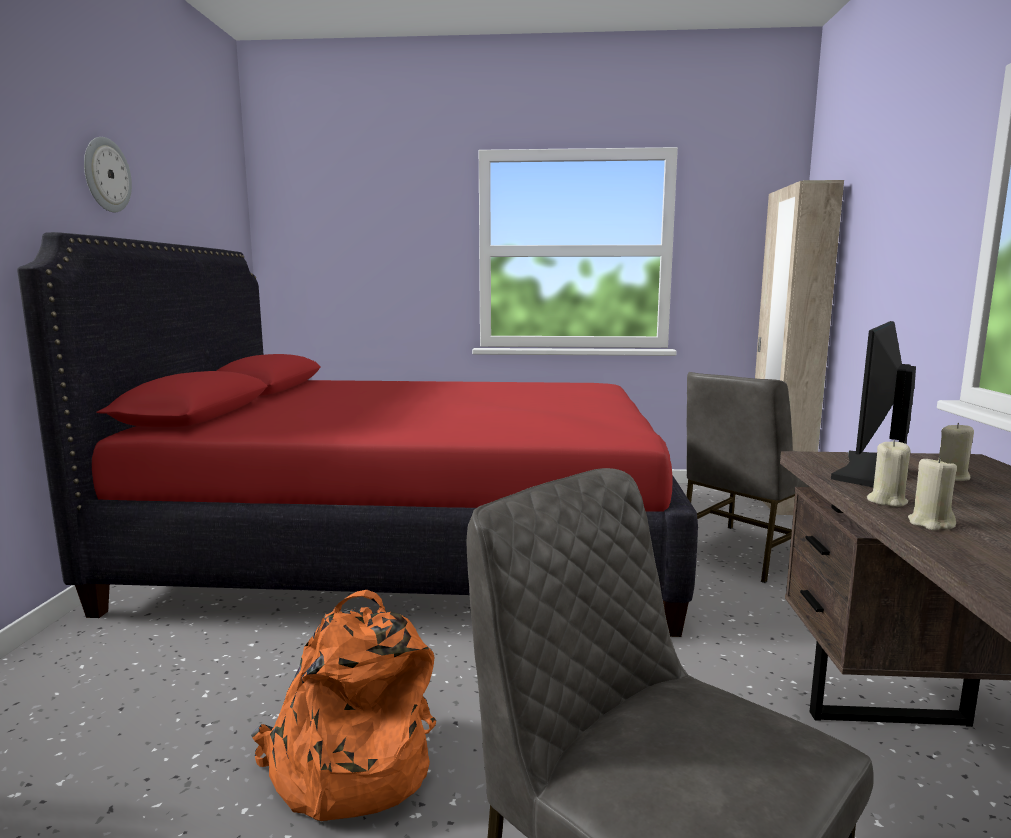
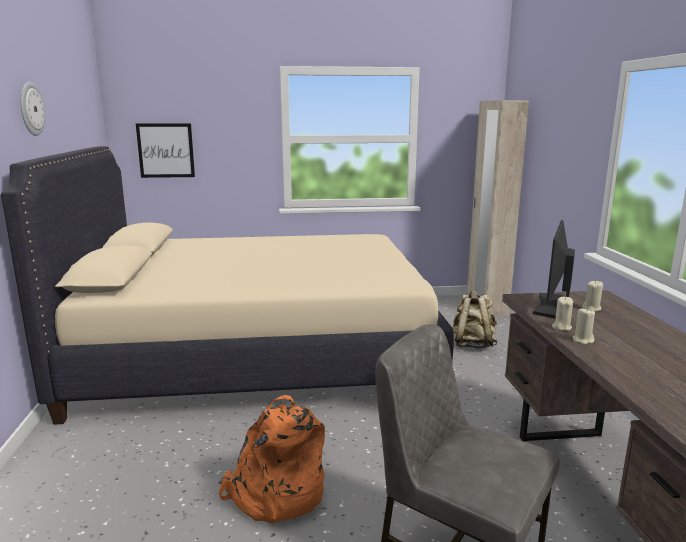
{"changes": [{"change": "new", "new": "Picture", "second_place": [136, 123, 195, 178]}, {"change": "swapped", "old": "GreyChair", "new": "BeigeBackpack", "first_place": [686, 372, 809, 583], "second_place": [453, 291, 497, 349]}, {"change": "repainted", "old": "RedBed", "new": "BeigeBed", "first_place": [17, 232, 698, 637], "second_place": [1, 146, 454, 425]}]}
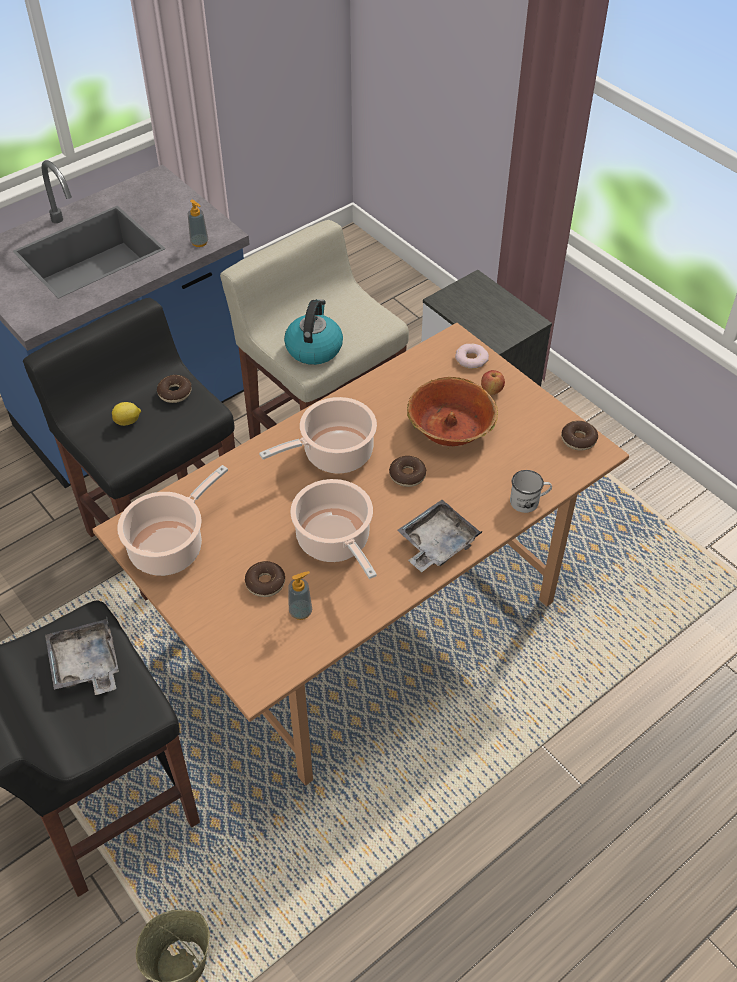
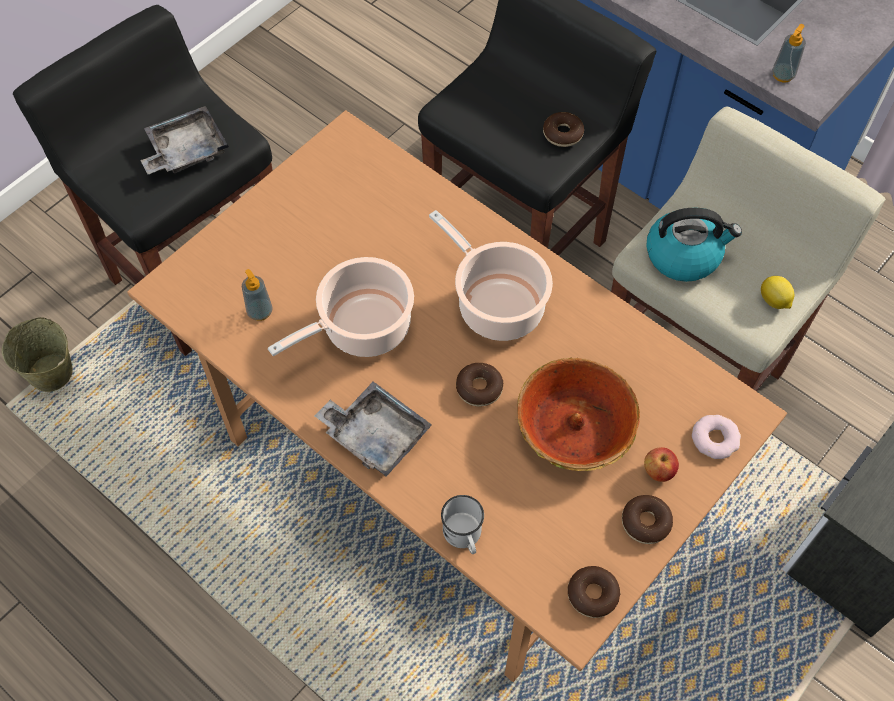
{"changes": [{"change": "gone", "old": "CookingPot", "first_place": [117, 465, 228, 576]}, {"change": "shifted", "old": "Lemon", "first_place": [112, 402, 141, 426], "second_place": [761, 276, 794, 309]}, {"change": "shifted", "old": "Donut", "first_place": [245, 561, 285, 597], "second_place": [622, 495, 673, 544]}]}
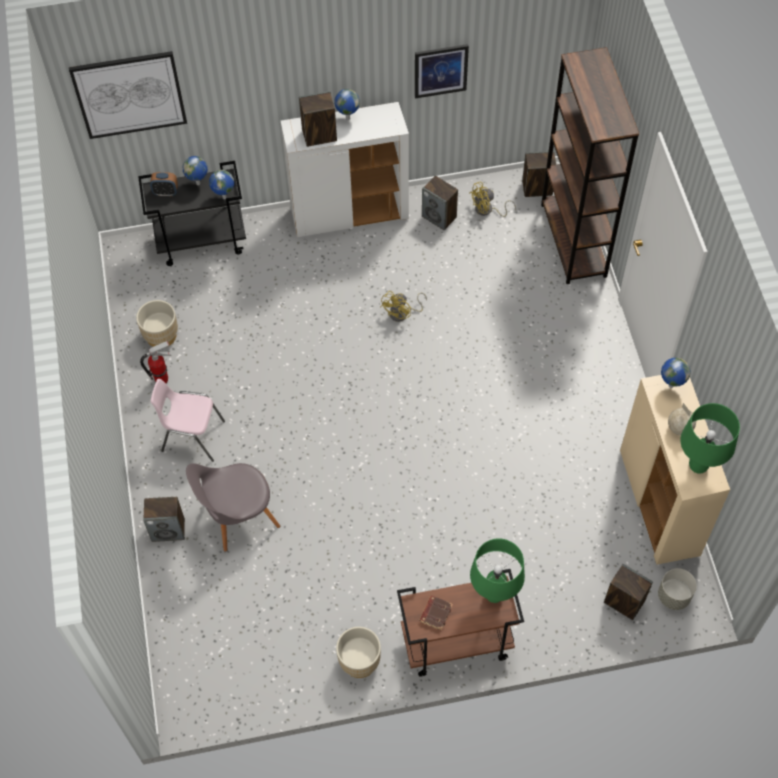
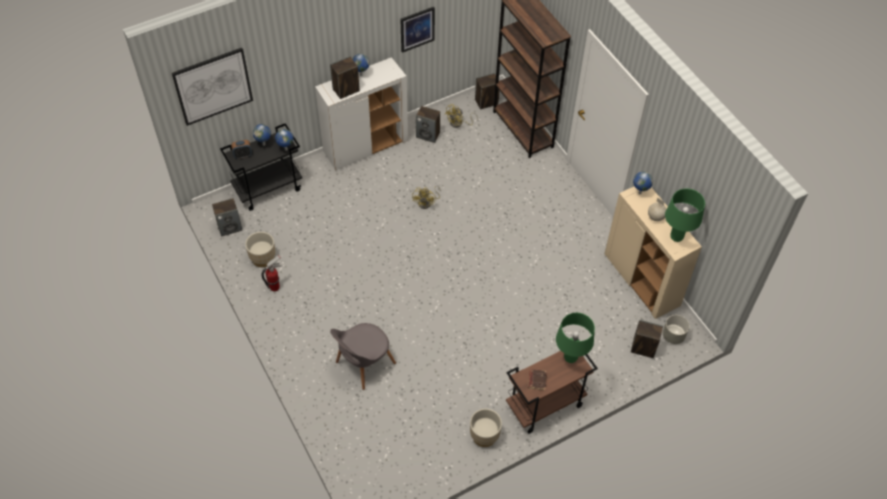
{"changes": [{"change": "gone", "old": "PinkChair", "first_place": [151, 379, 225, 462]}, {"change": "shifted", "old": "Speaker", "first_place": [143, 497, 185, 542], "second_place": [212, 198, 242, 237]}]}
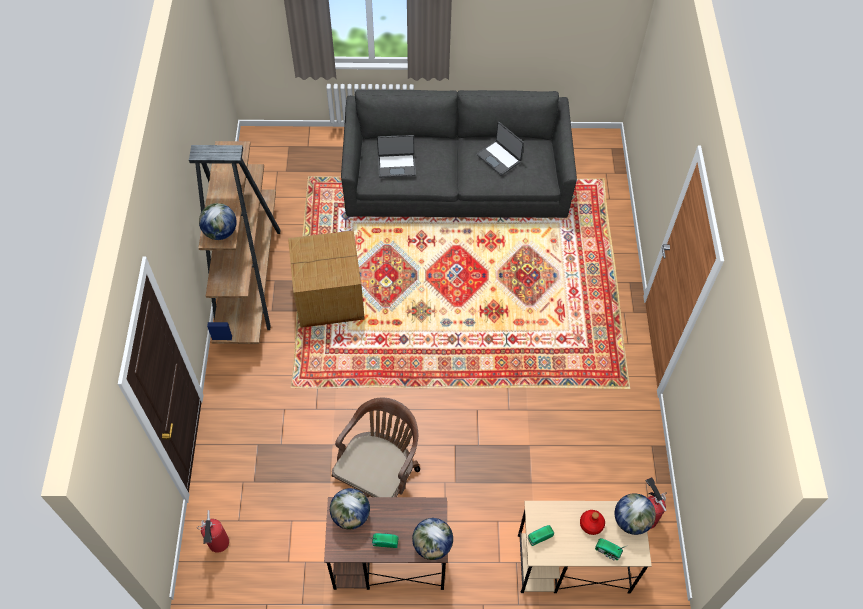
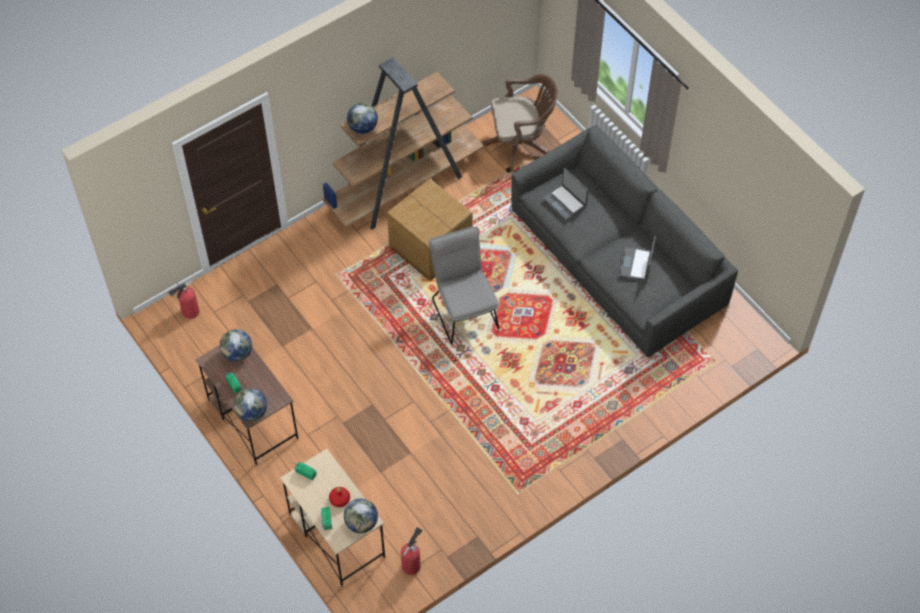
{"changes": [{"change": "new", "new": "GreyChair", "second_place": [429, 227, 499, 344]}, {"change": "shifted", "old": "BrownOfficeChair", "first_place": [332, 398, 420, 497], "second_place": [481, 74, 558, 172]}]}
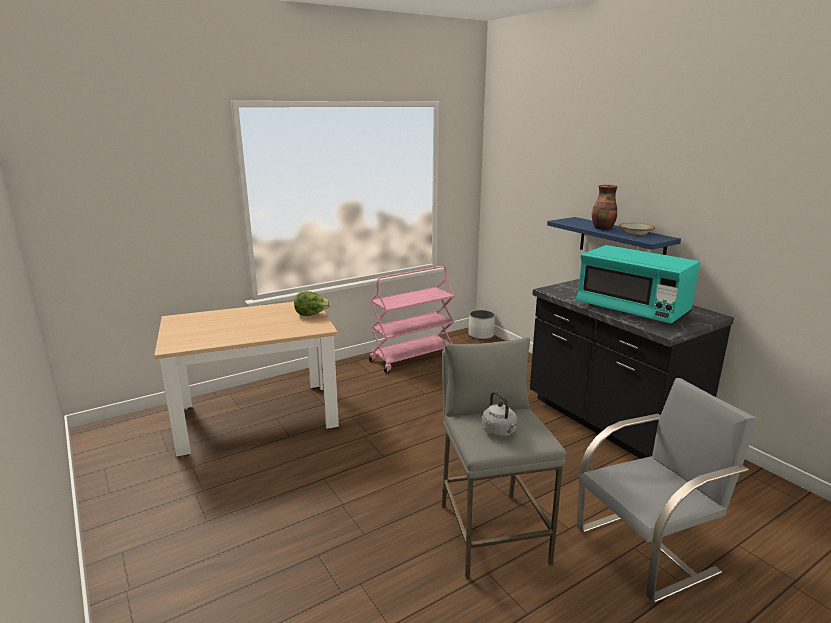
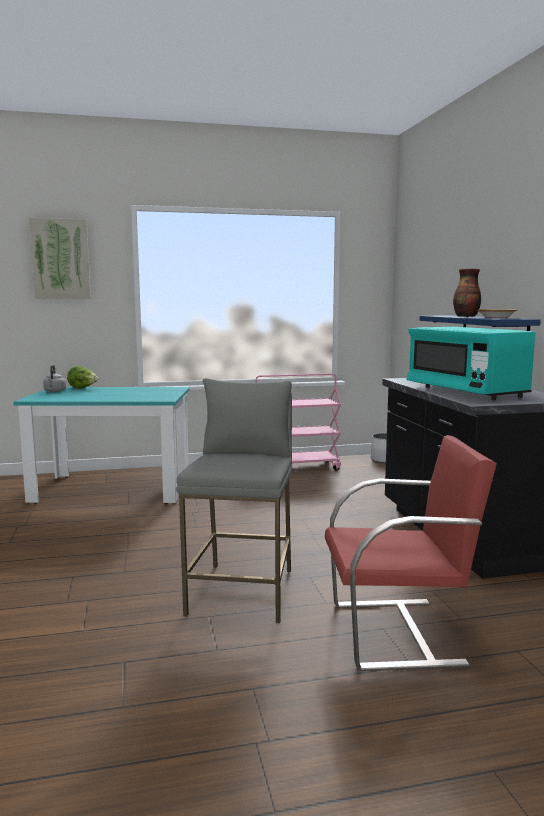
{"changes": [{"change": "new", "new": "Picture", "second_place": [29, 218, 91, 299]}, {"change": "shifted", "old": "Lettuce", "first_place": [294, 291, 331, 316], "second_place": [67, 366, 99, 388]}, {"change": "shifted", "old": "GreyKettle", "first_place": [482, 391, 517, 437], "second_place": [43, 365, 66, 392]}, {"change": "repainted", "old": "BeigeDiningTable", "new": "TurquoiseDiningTable", "first_place": [154, 302, 339, 457], "second_place": [14, 387, 190, 504]}, {"change": "repainted", "old": "GreyChair", "new": "RedChair", "first_place": [577, 378, 758, 603], "second_place": [325, 435, 497, 671]}]}
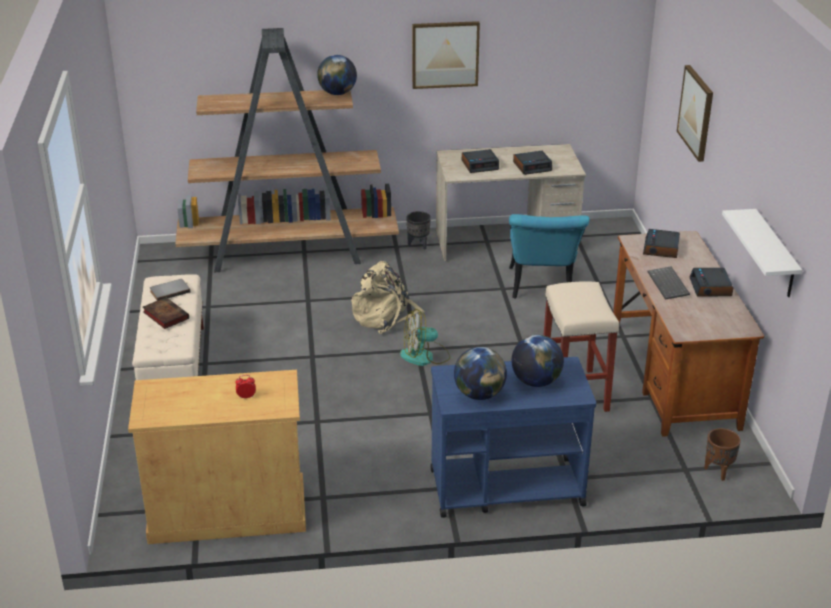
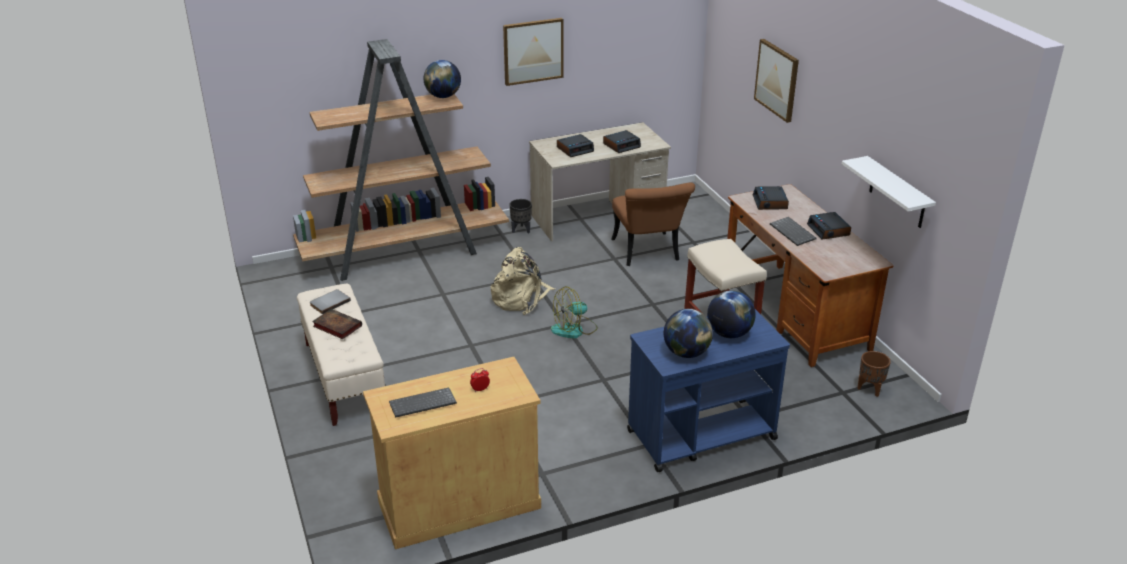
{"changes": [{"change": "new", "new": "Keyboard", "second_place": [389, 388, 457, 418]}, {"change": "repainted", "old": "TurquoiseChair", "new": "BrownChair", "first_place": [509, 214, 590, 299], "second_place": [611, 182, 695, 266]}]}
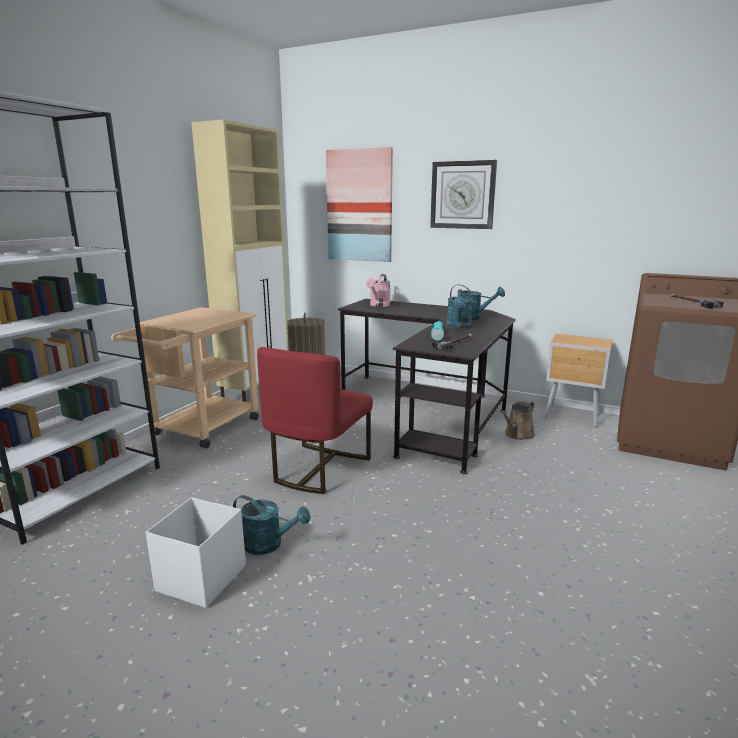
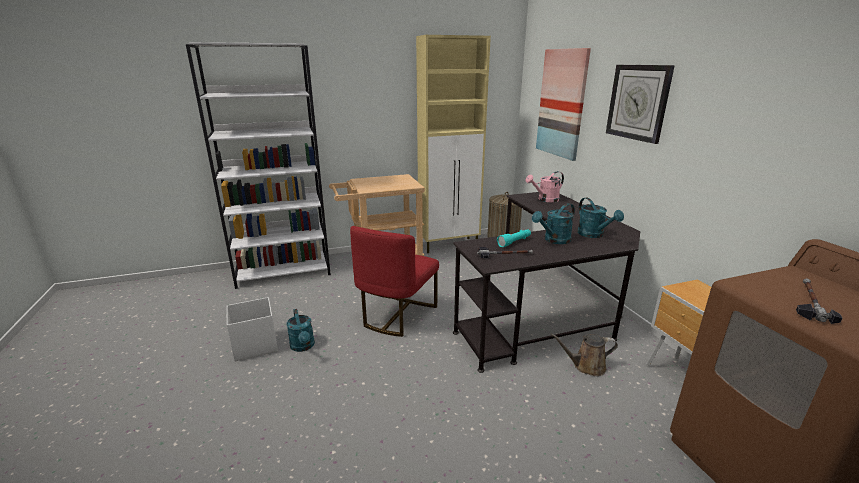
{"changes": [{"change": "rotated", "old": "RedChair", "first_place": [257, 347, 373, 494], "second_place": [350, 226, 439, 337], "degrees": -45}]}
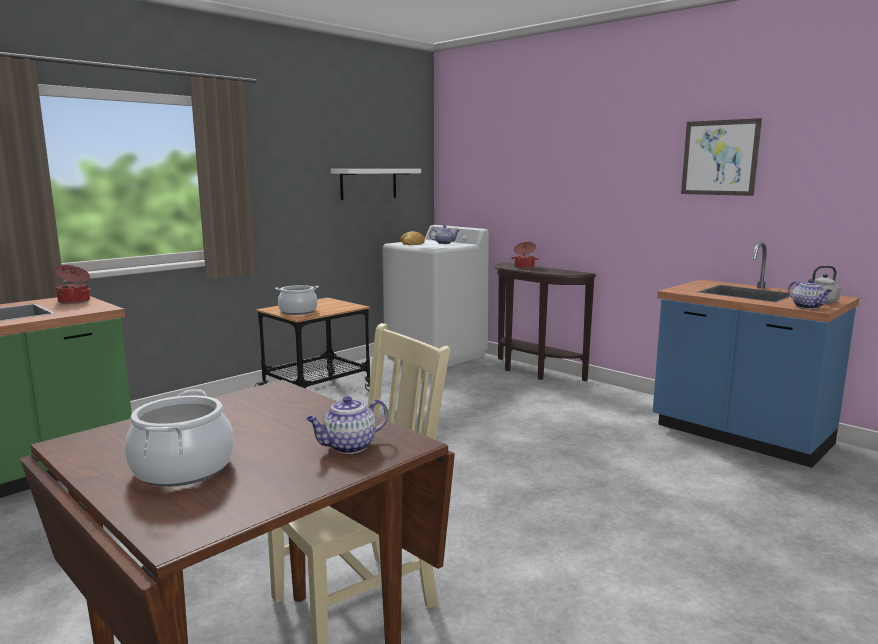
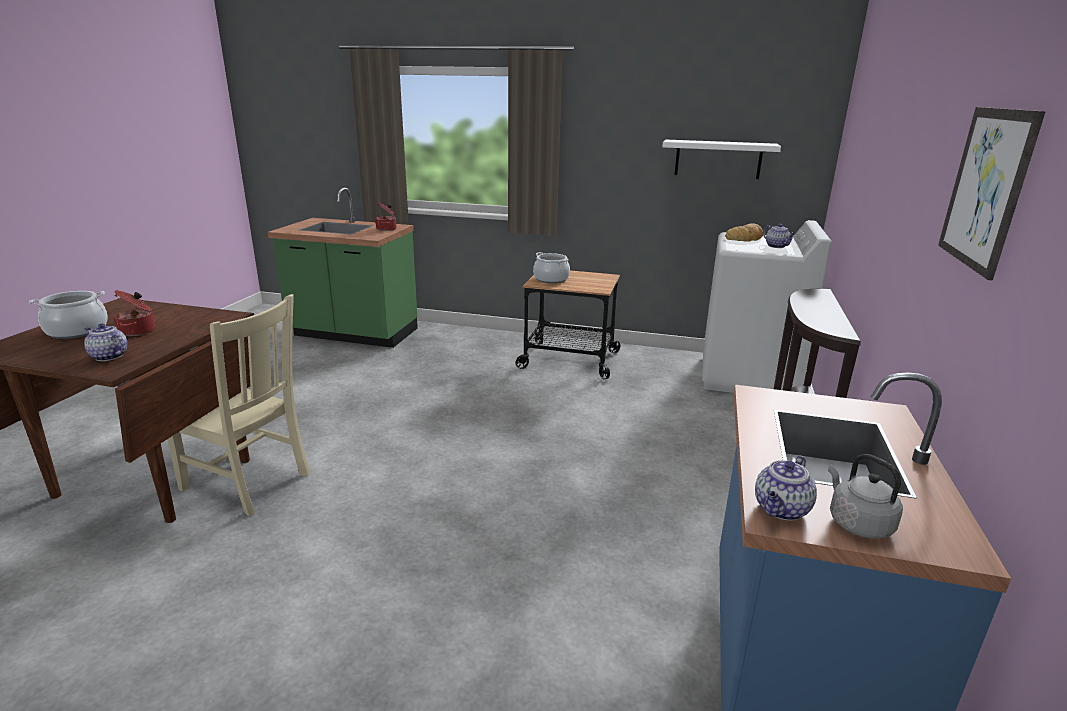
{"changes": [{"change": "shifted", "old": "CookingPot", "first_place": [511, 242, 539, 269], "second_place": [113, 290, 155, 336]}]}
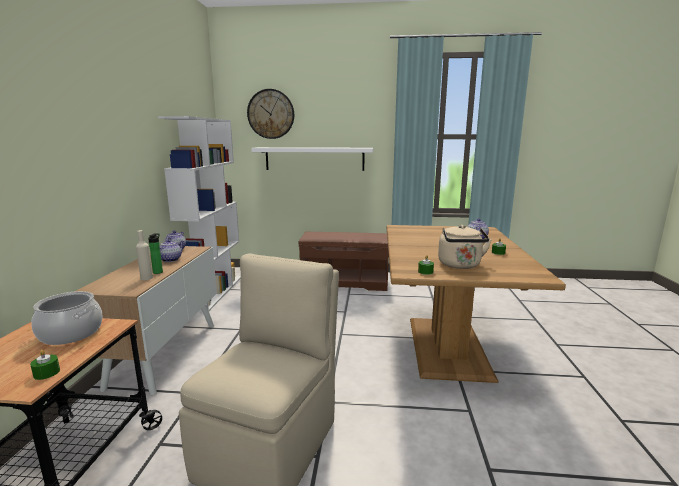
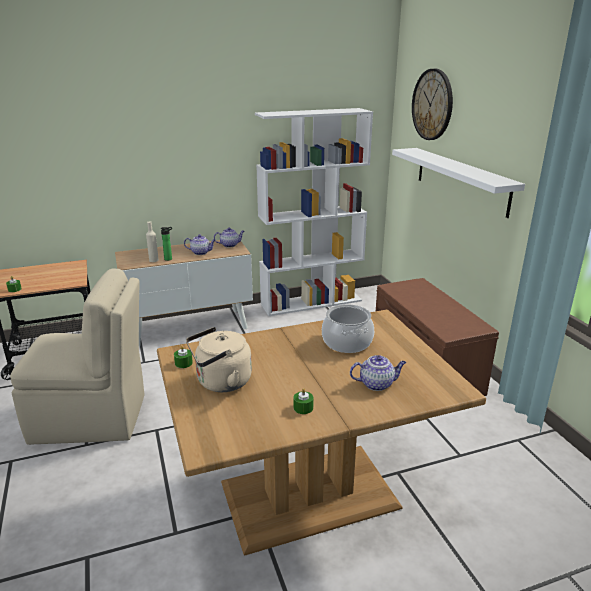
{"changes": [{"change": "shifted", "old": "CookingPot", "first_place": [31, 291, 103, 345], "second_place": [322, 304, 374, 353]}]}
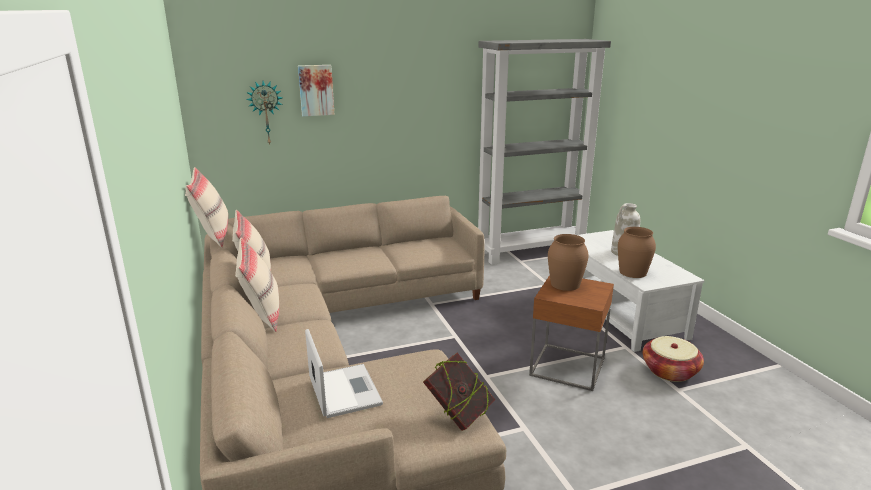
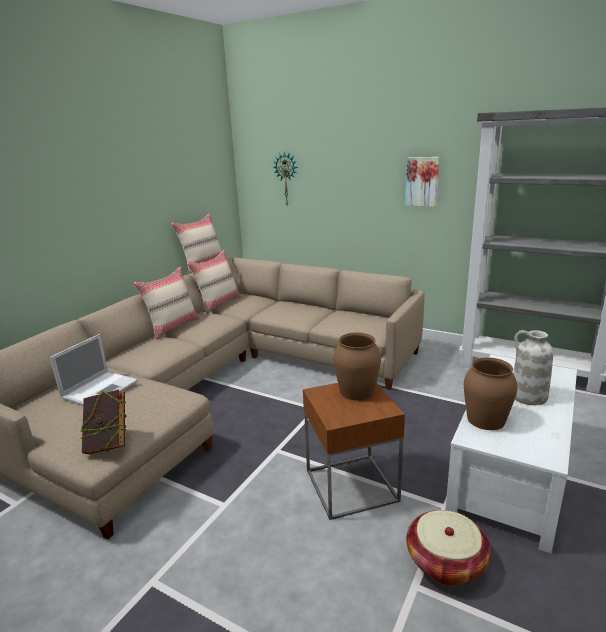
{"changes": [{"change": "shifted", "old": "Picture", "first_place": [298, 65, 334, 116], "second_place": [405, 157, 440, 207]}]}
